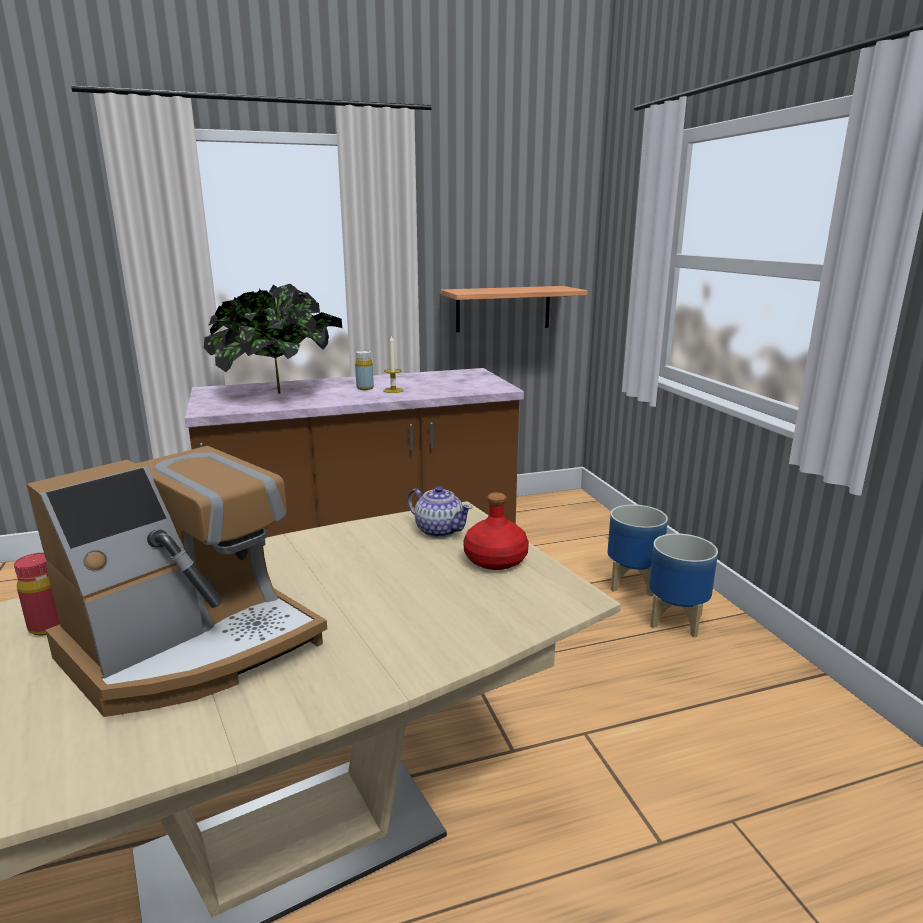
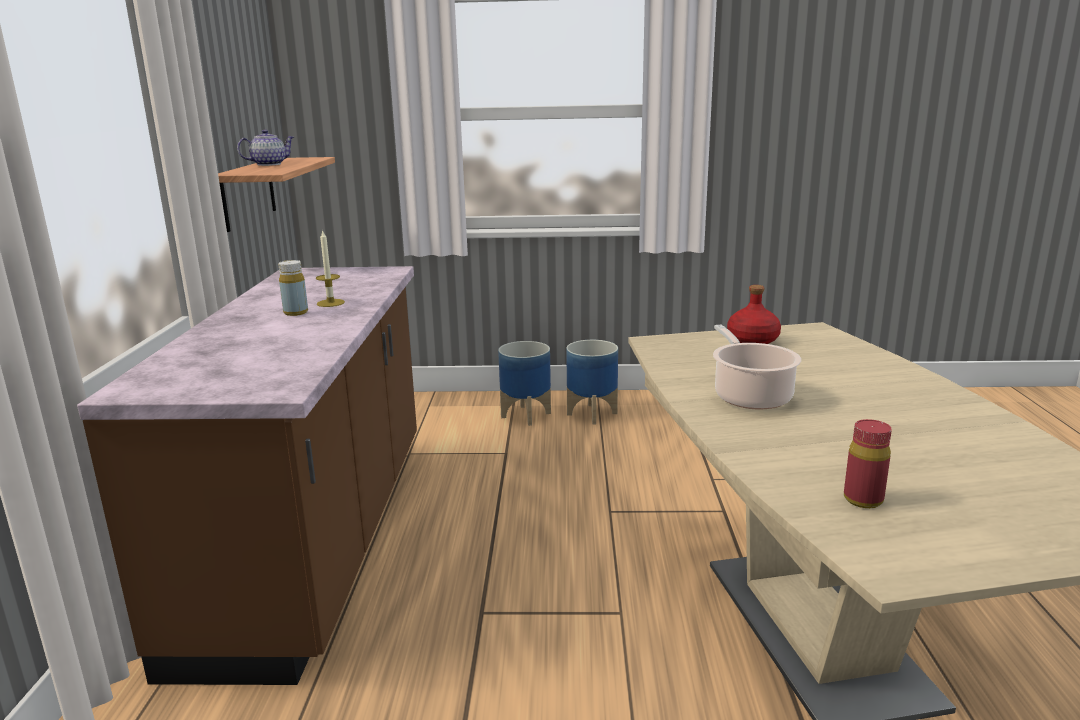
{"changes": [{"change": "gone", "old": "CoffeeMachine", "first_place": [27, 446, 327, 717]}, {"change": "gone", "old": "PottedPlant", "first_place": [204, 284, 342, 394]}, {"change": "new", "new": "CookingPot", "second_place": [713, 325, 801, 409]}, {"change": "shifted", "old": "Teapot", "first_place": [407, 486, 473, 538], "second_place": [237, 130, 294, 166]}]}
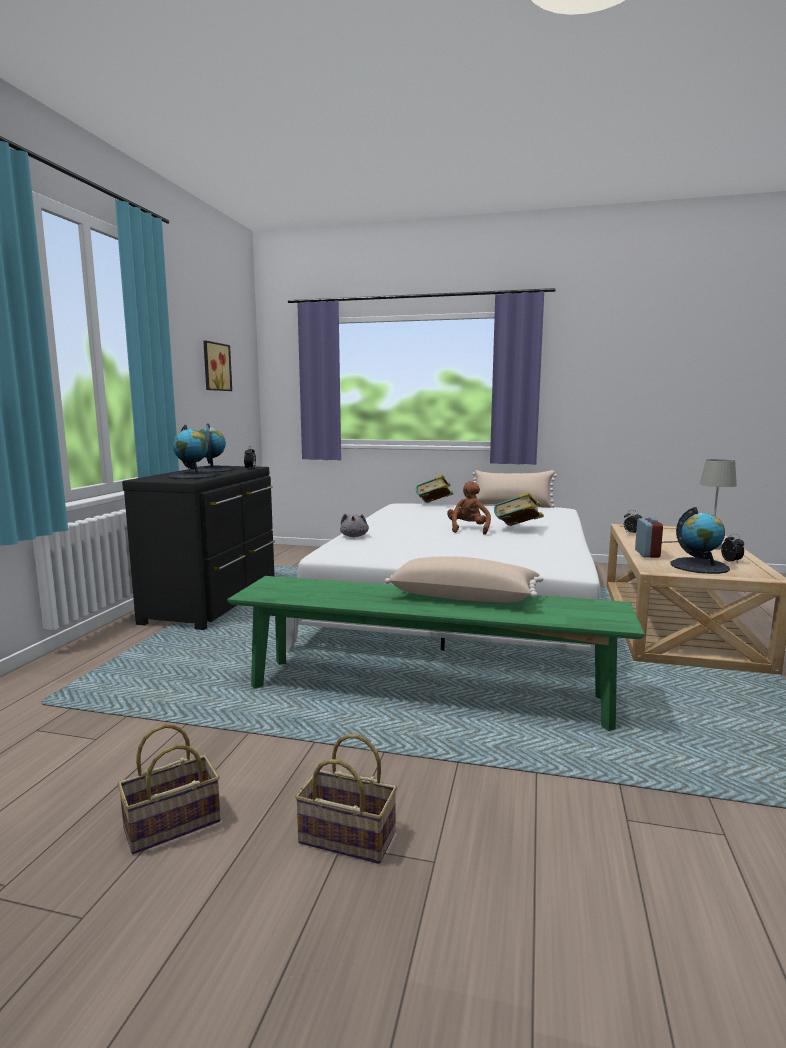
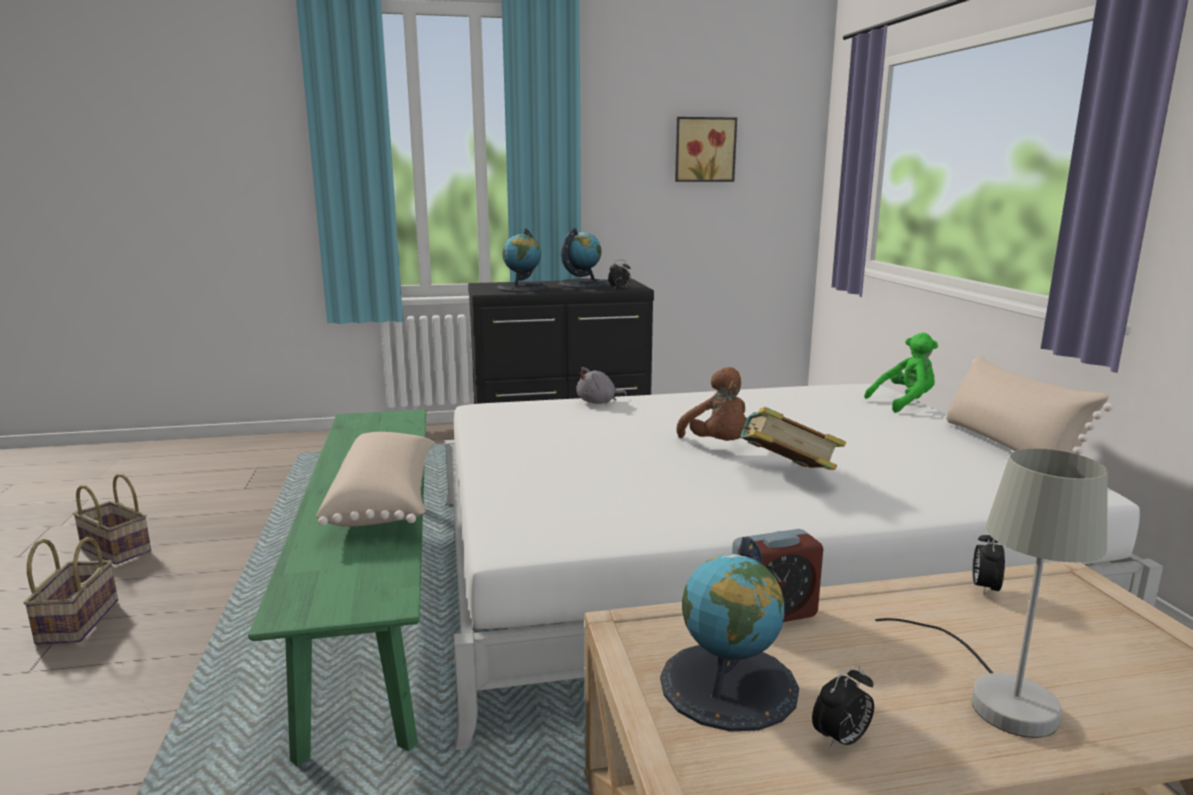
{"changes": [{"change": "swapped", "old": "Book", "new": "GreenPlushToy", "first_place": [416, 475, 453, 503], "second_place": [864, 333, 938, 413]}, {"change": "rotated", "old": "BrownPlushToy", "first_place": [447, 481, 491, 535], "second_place": [676, 367, 757, 441], "degrees": 90}]}
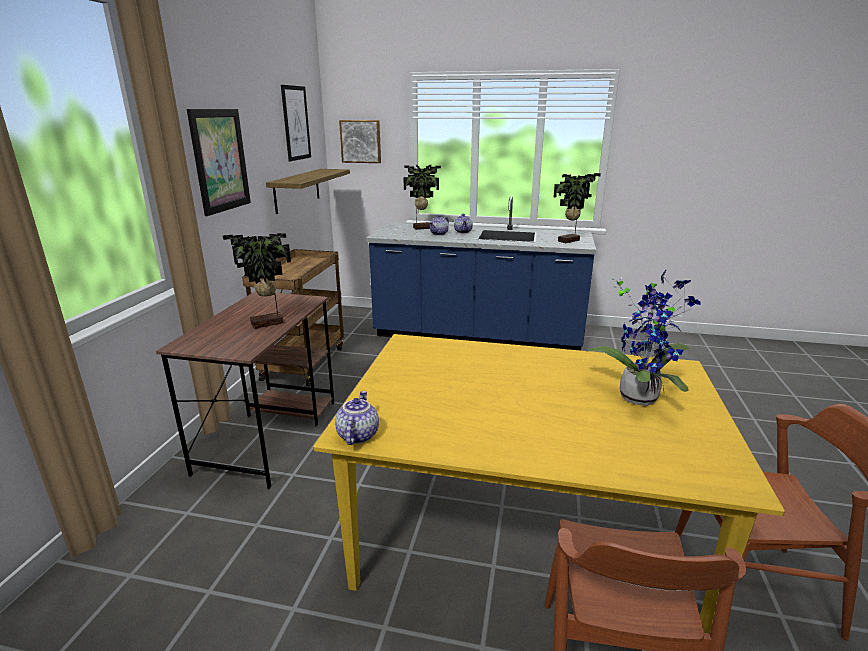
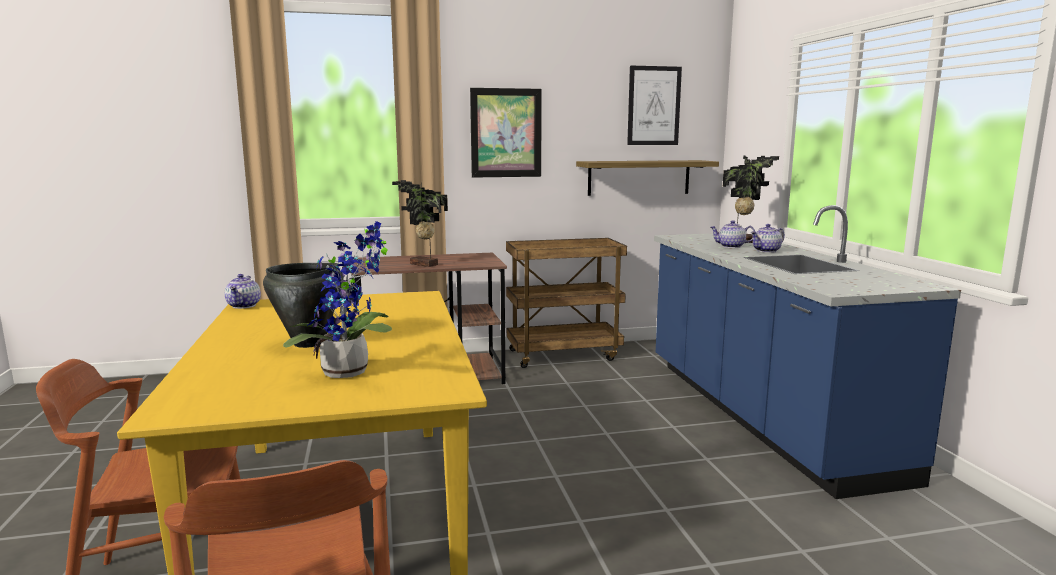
{"changes": [{"change": "gone", "old": "Picture", "first_place": [339, 120, 381, 163]}, {"change": "gone", "old": "PottedPlant", "first_place": [553, 173, 601, 243]}, {"change": "new", "new": "BlackCookingPot", "second_place": [263, 263, 344, 348]}, {"change": "rotated", "old": "Teapot", "first_place": [335, 391, 379, 445], "second_place": [225, 274, 261, 309], "degrees": 105}]}
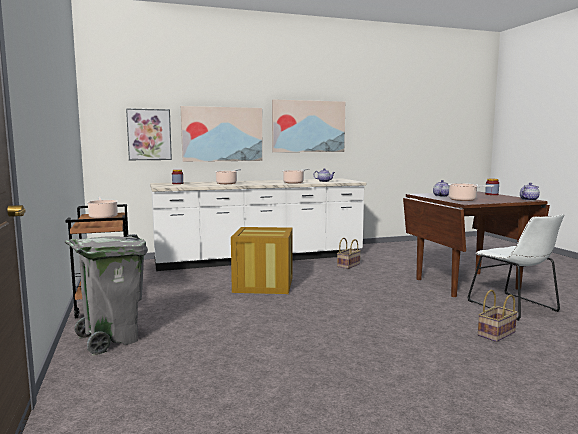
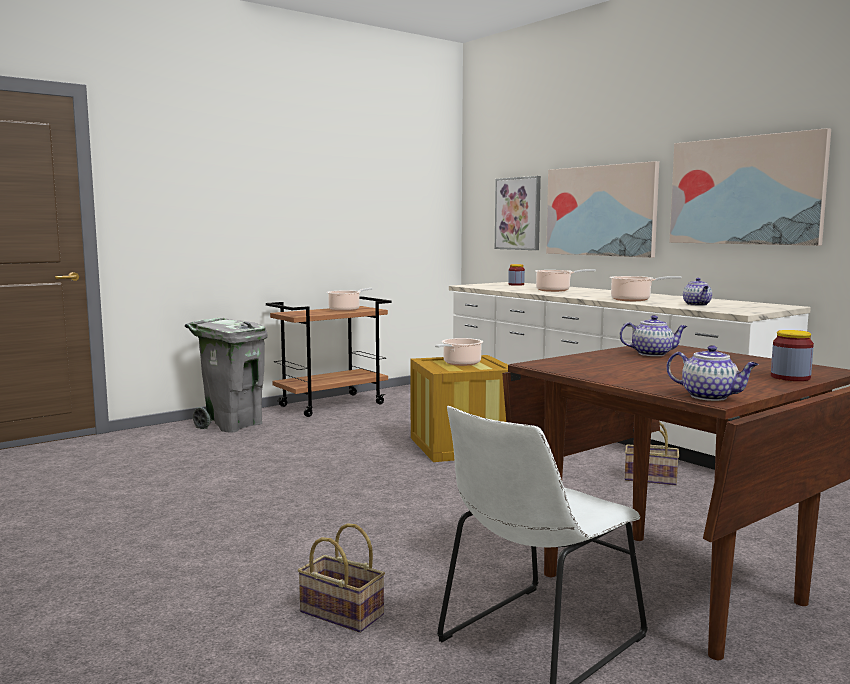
{"changes": [{"change": "shifted", "old": "CookingPot", "first_place": [448, 183, 494, 201], "second_place": [435, 338, 483, 366]}]}
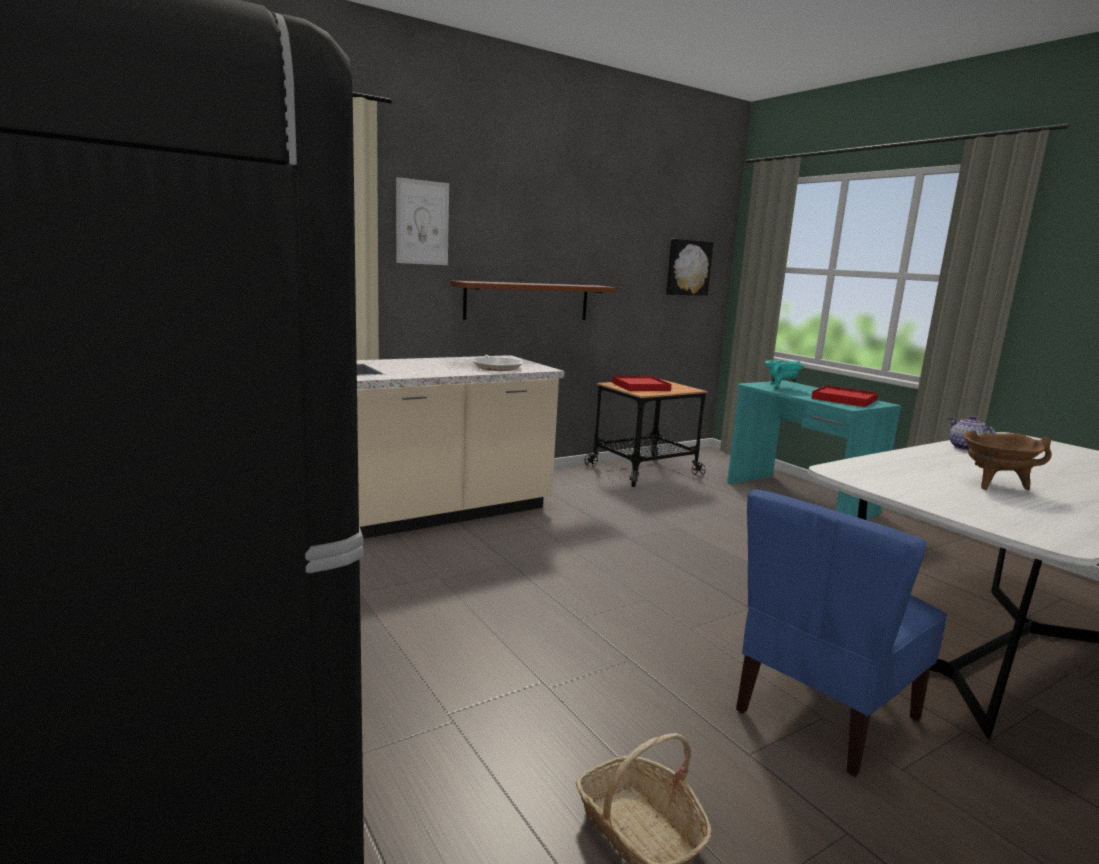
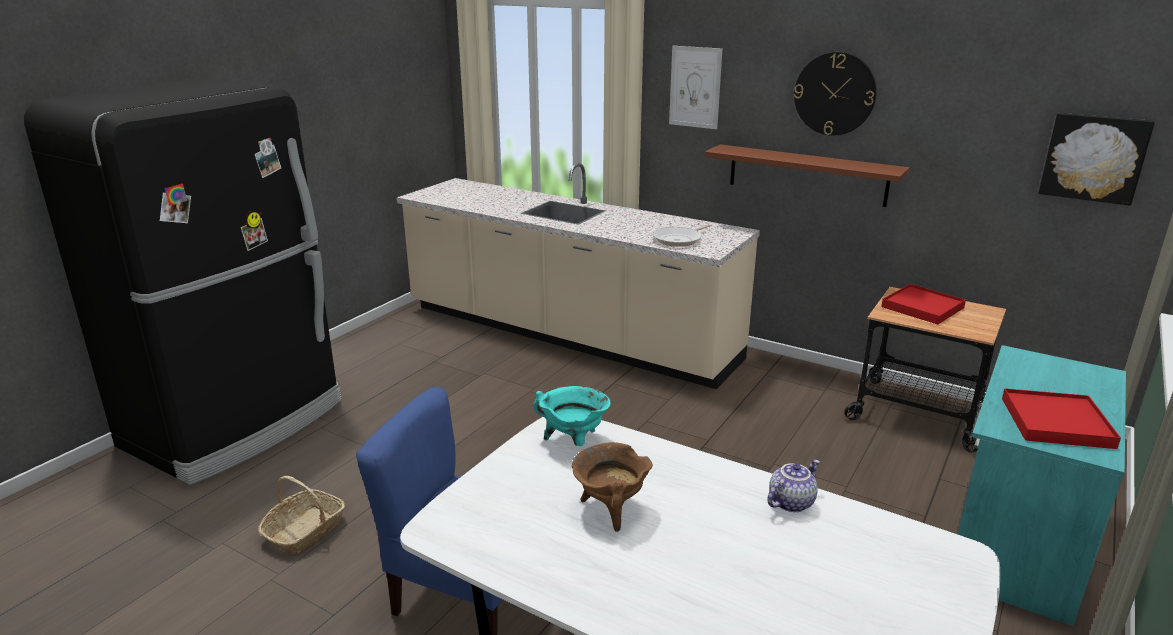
{"changes": [{"change": "new", "new": "WallClock", "second_place": [794, 52, 877, 136]}, {"change": "shifted", "old": "TurquoiseCookingPot", "first_place": [765, 360, 805, 390], "second_place": [533, 386, 611, 446]}]}
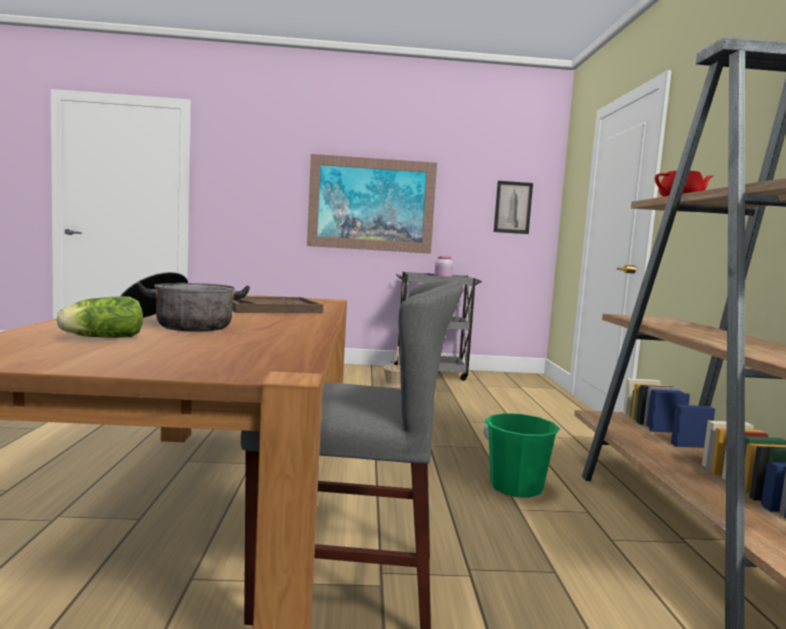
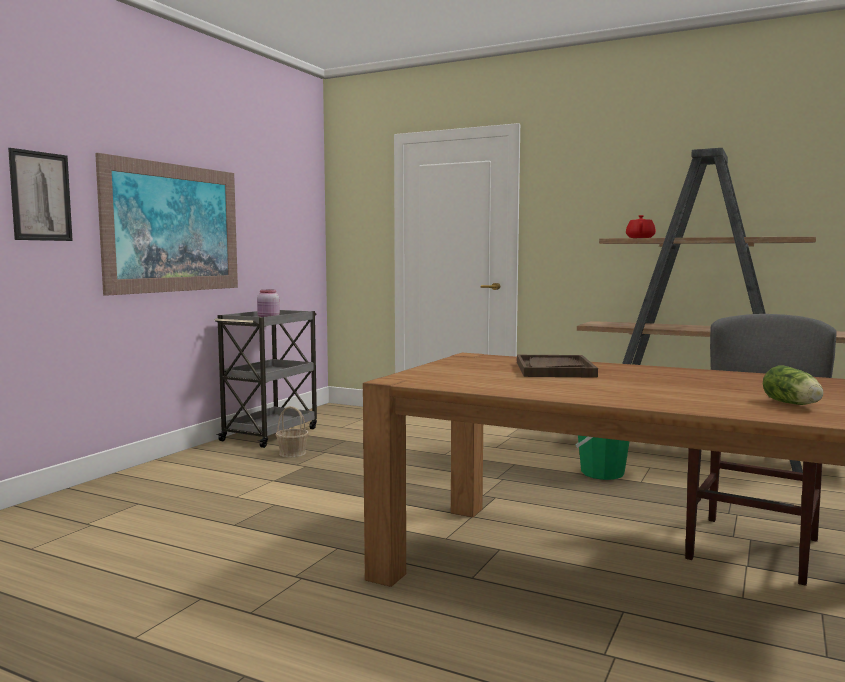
{"changes": [{"change": "gone", "old": "CookingPot", "first_place": [121, 272, 250, 331]}, {"change": "shifted", "old": "Picture", "first_place": [494, 181, 533, 234], "second_place": [8, 148, 73, 241]}]}
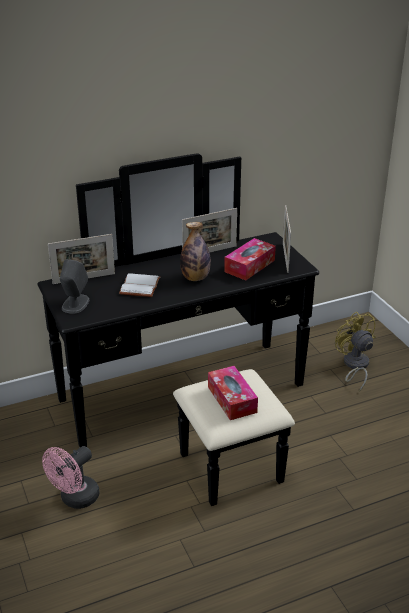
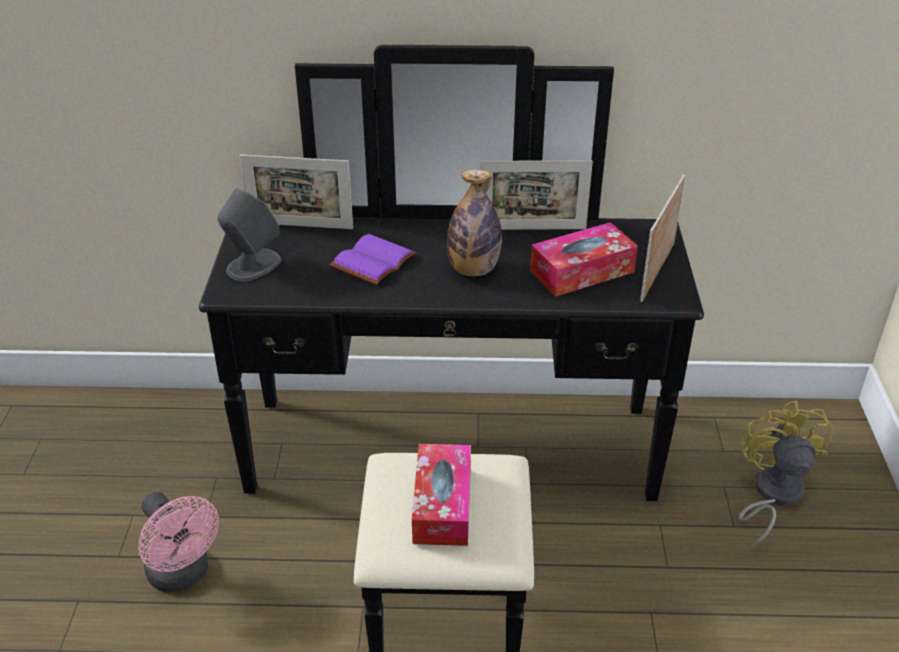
{"changes": [{"change": "repainted", "old": "WhiteBook", "new": "PurpleBook", "first_place": [119, 273, 160, 297], "second_place": [330, 234, 417, 285]}, {"change": "rotated", "old": "PinkFan", "first_place": [42, 446, 100, 509], "second_place": [138, 492, 219, 593], "degrees": -105}]}
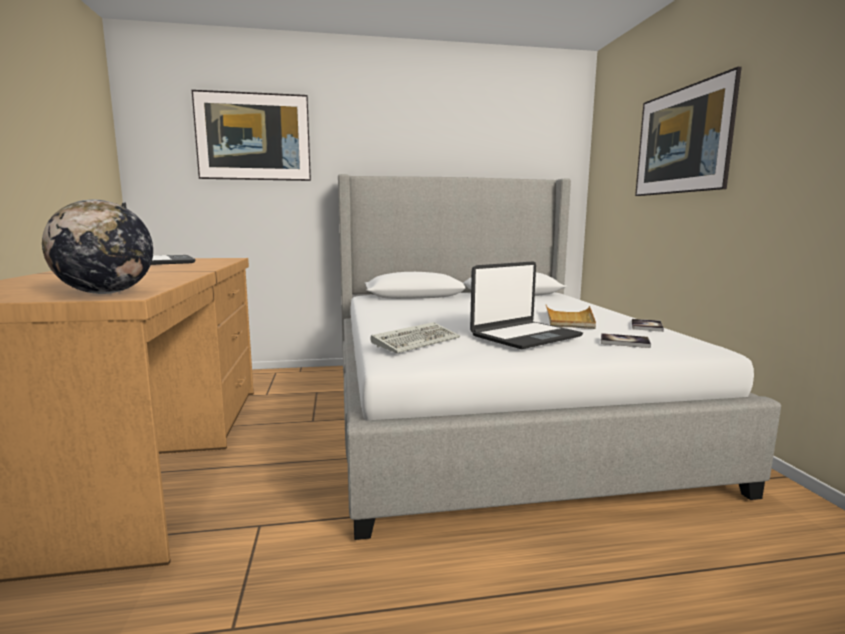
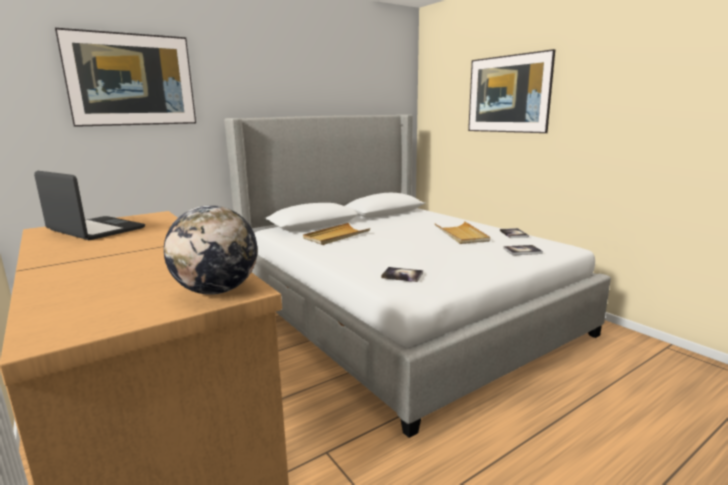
{"changes": [{"change": "gone", "old": "Laptop", "first_place": [470, 261, 583, 349]}, {"change": "new", "new": "BeigeTray", "second_place": [303, 223, 370, 245]}, {"change": "swapped", "old": "Keyboard", "new": "Book", "first_place": [371, 322, 460, 353], "second_place": [381, 267, 423, 282]}]}
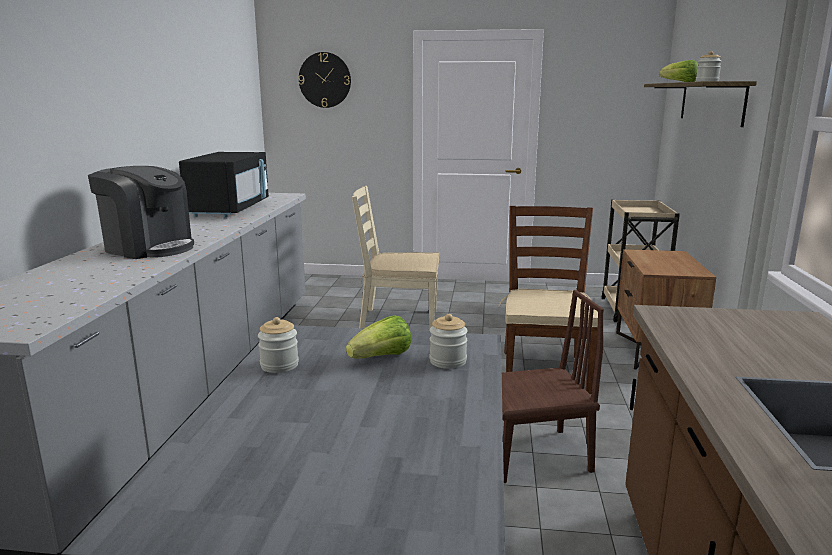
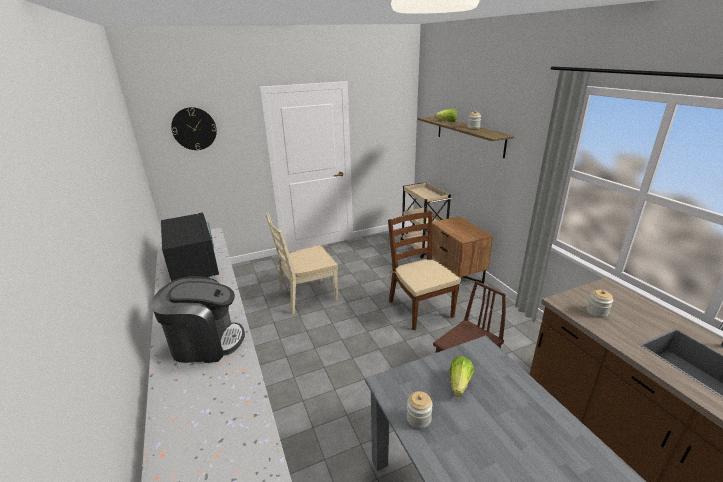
{"changes": [{"change": "shifted", "old": "Jar", "first_place": [430, 314, 468, 369], "second_place": [587, 290, 613, 318]}]}
